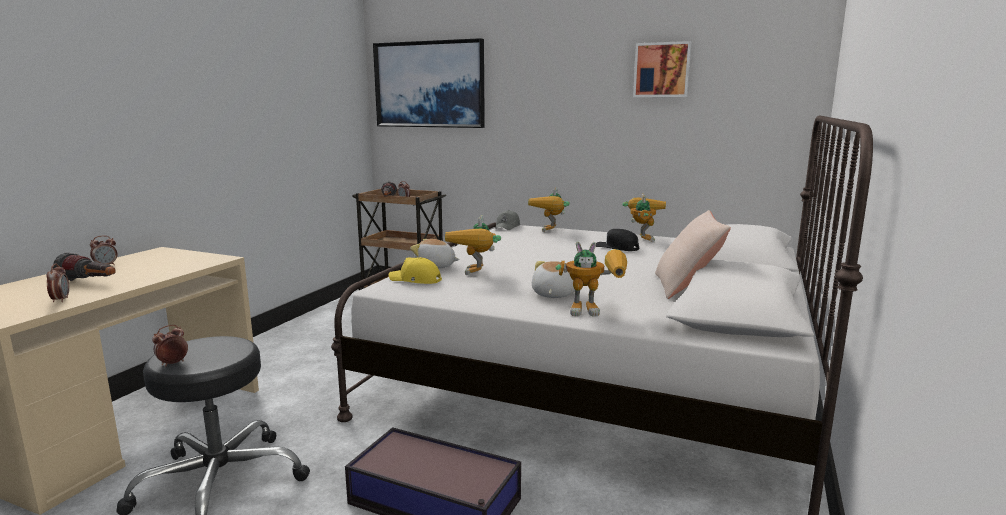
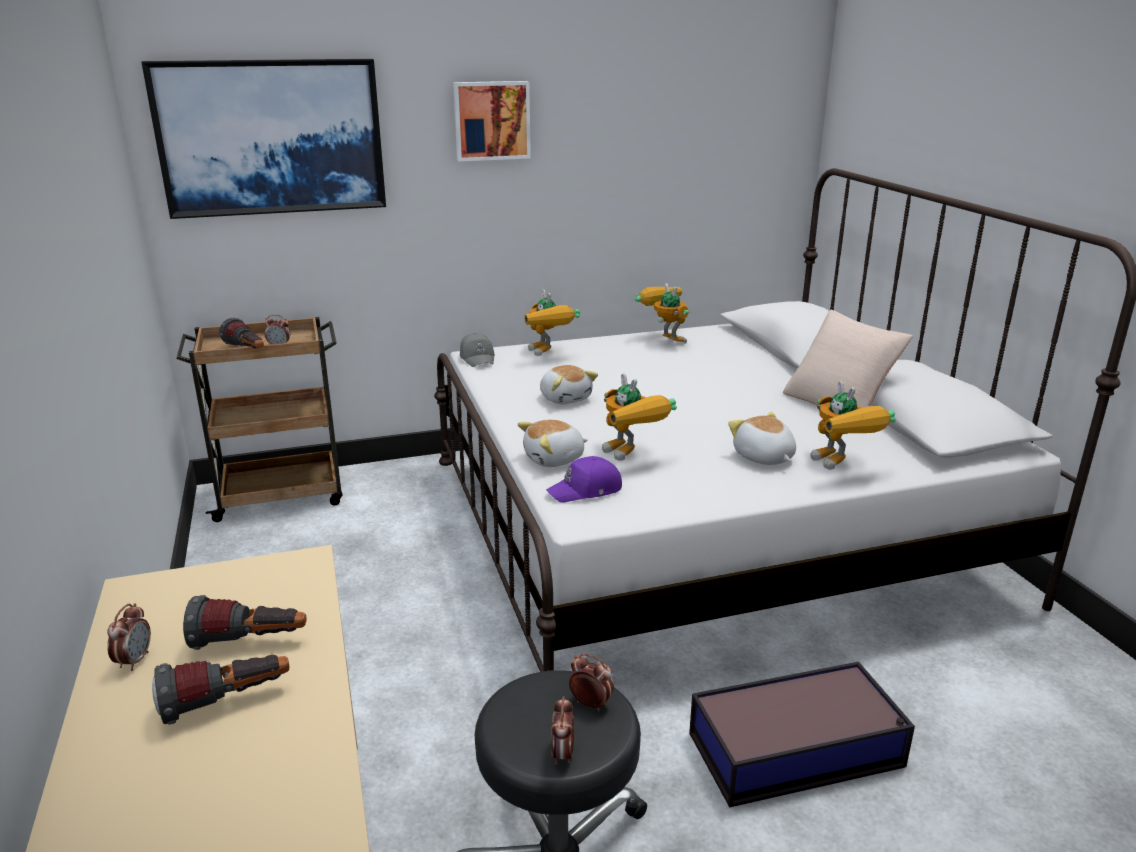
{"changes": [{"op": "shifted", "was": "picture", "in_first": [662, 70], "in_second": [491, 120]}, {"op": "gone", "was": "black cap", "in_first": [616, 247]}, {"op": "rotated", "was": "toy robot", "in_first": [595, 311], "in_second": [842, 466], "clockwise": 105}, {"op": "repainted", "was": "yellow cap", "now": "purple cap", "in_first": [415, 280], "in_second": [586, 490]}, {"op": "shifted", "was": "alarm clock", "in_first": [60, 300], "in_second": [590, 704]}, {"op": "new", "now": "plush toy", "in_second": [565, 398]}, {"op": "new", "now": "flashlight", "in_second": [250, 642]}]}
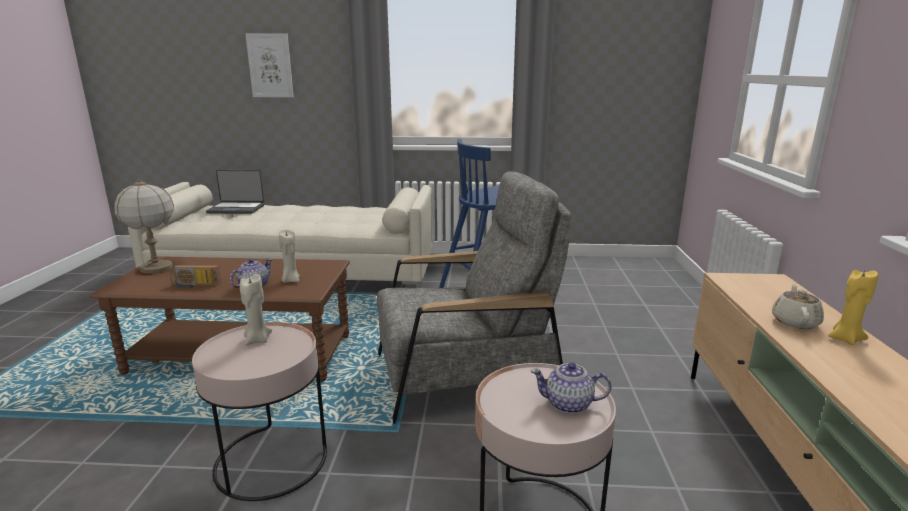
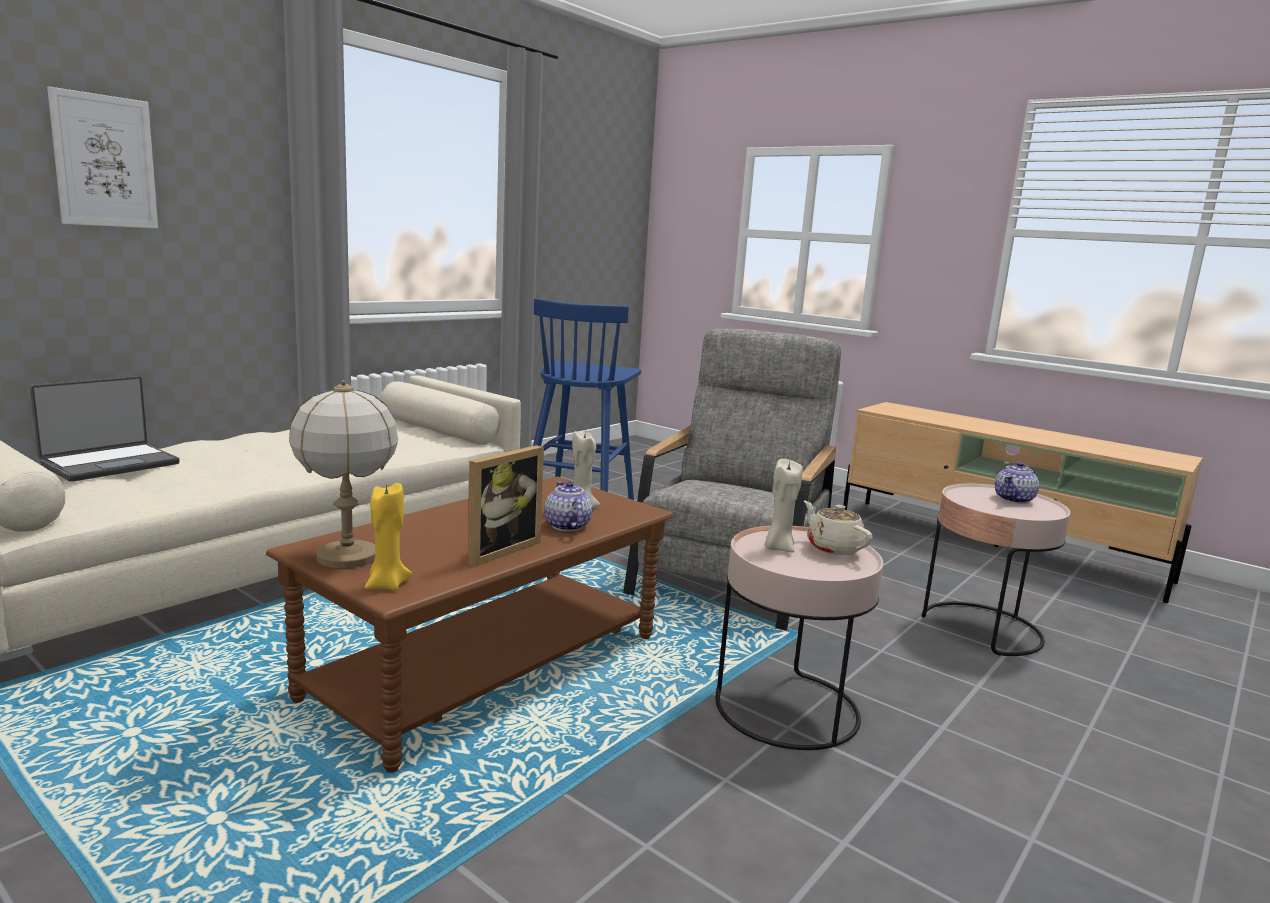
{"changes": [{"op": "swapped", "was": "radio", "now": "picture frame", "in_first": [195, 285], "in_second": [497, 550]}, {"op": "shifted", "was": "yellow candle", "in_first": [845, 339], "in_second": [387, 585]}, {"op": "shifted", "was": "beige teapot", "in_first": [795, 322], "in_second": [833, 548]}]}
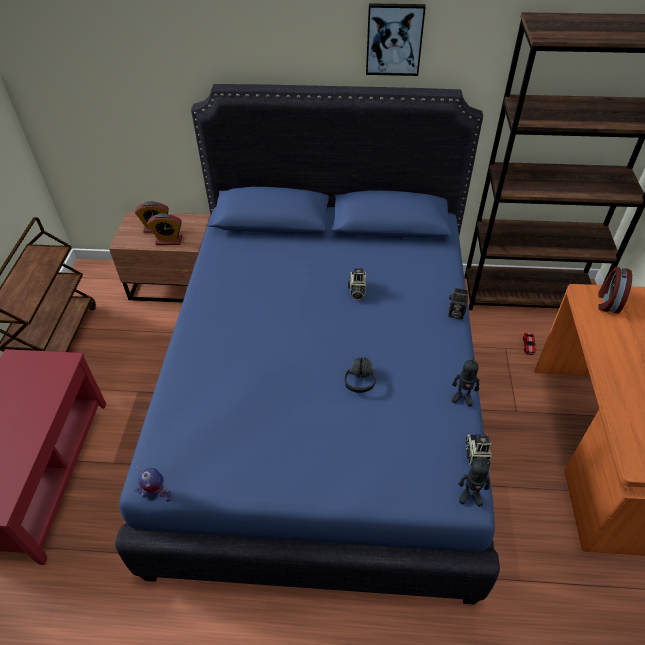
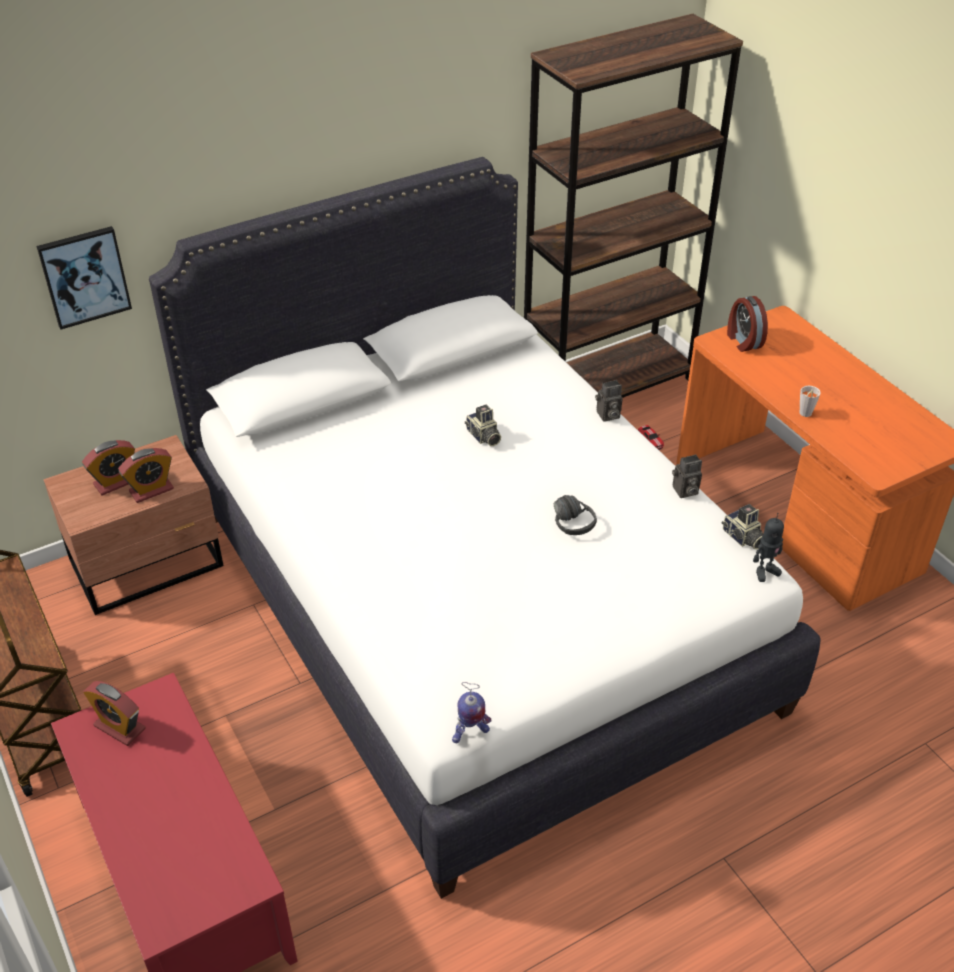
{"changes": [{"op": "shifted", "was": "picture", "in_first": [394, 39], "in_second": [84, 276]}, {"op": "repainted", "was": "blue bed", "now": "white bed", "in_first": [323, 399], "in_second": [474, 605]}, {"op": "swapped", "was": "toy robot", "now": "photo camera", "in_first": [462, 397], "in_second": [684, 491]}, {"op": "new", "now": "grey cup", "in_second": [804, 414]}, {"op": "new", "now": "alarm clock", "in_second": [119, 727]}]}
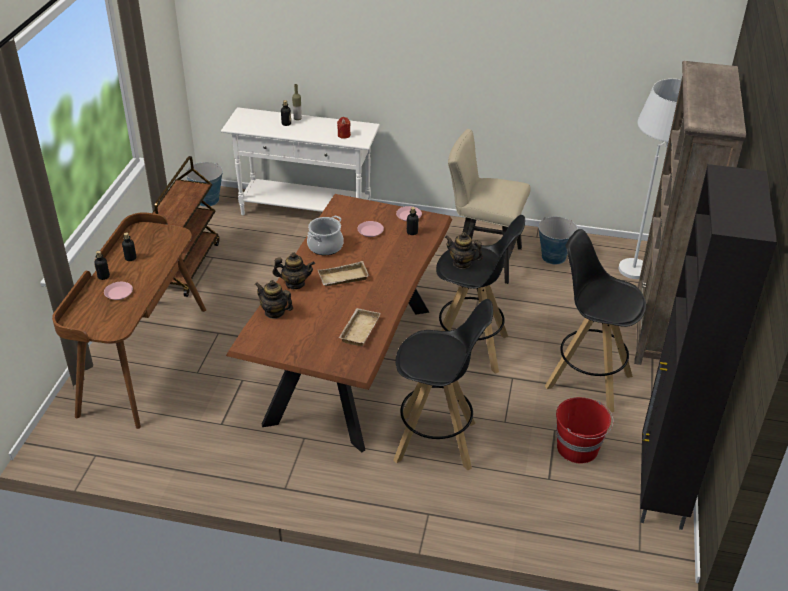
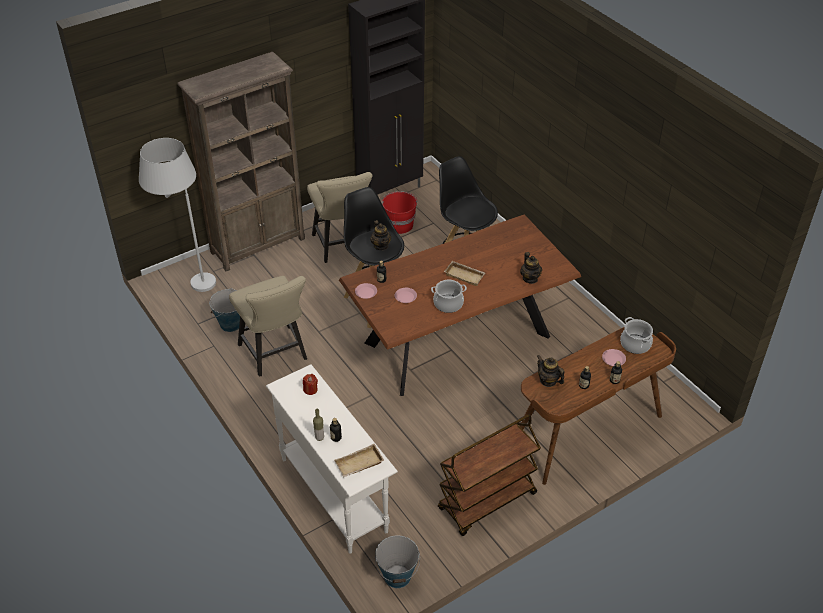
{"changes": [{"op": "swapped", "was": "black stool", "now": "beige chair", "in_first": [587, 380], "in_second": [343, 247]}, {"op": "shifted", "was": "teapot", "in_first": [295, 284], "in_second": [548, 381]}, {"op": "shifted", "was": "beige tray", "in_first": [358, 329], "in_second": [359, 465]}, {"op": "new", "now": "cooking pot", "in_second": [635, 344]}]}
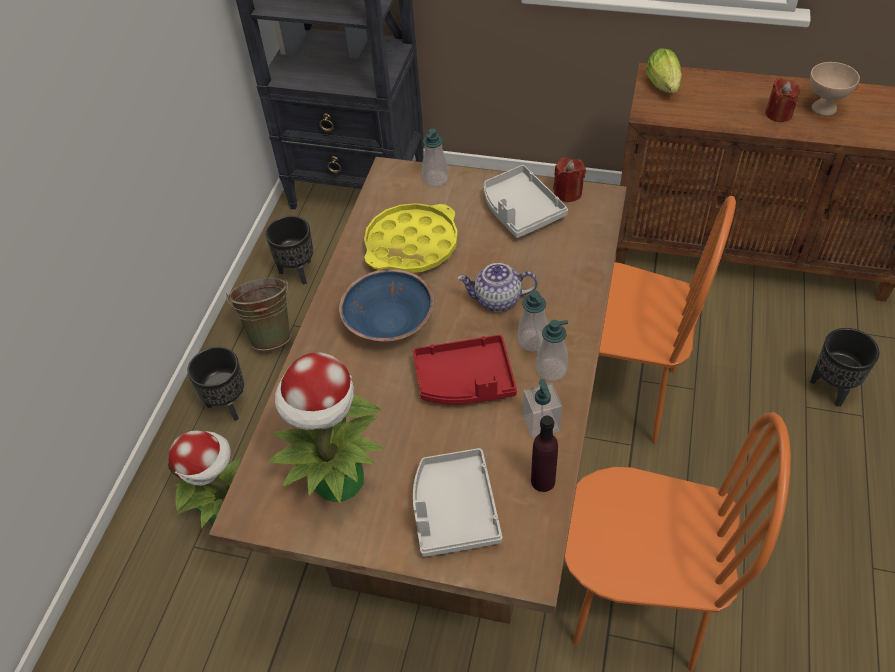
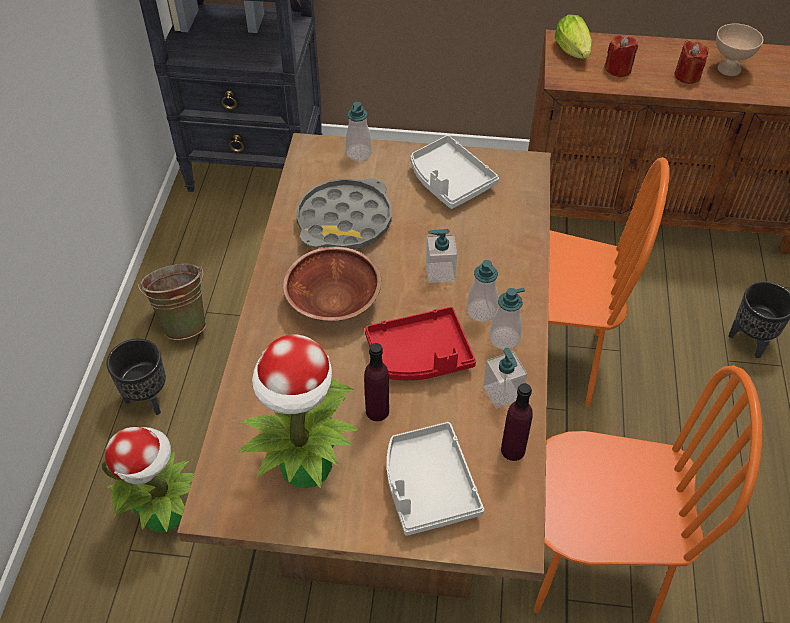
{"changes": [{"op": "shifted", "was": "red candle", "in_first": [568, 193], "in_second": [618, 69]}, {"op": "repainted", "was": "yellow tray", "now": "grey tray", "in_first": [412, 245], "in_second": [344, 221]}, {"op": "gone", "was": "black planter", "in_first": [298, 272]}, {"op": "swapped", "was": "teapot", "now": "soap dispenser", "in_first": [497, 300], "in_second": [440, 272]}, {"op": "repainted", "was": "blue bowl", "now": "brown bowl", "in_first": [390, 322], "in_second": [334, 301]}, {"op": "new", "now": "purple bottle", "in_second": [377, 411]}]}
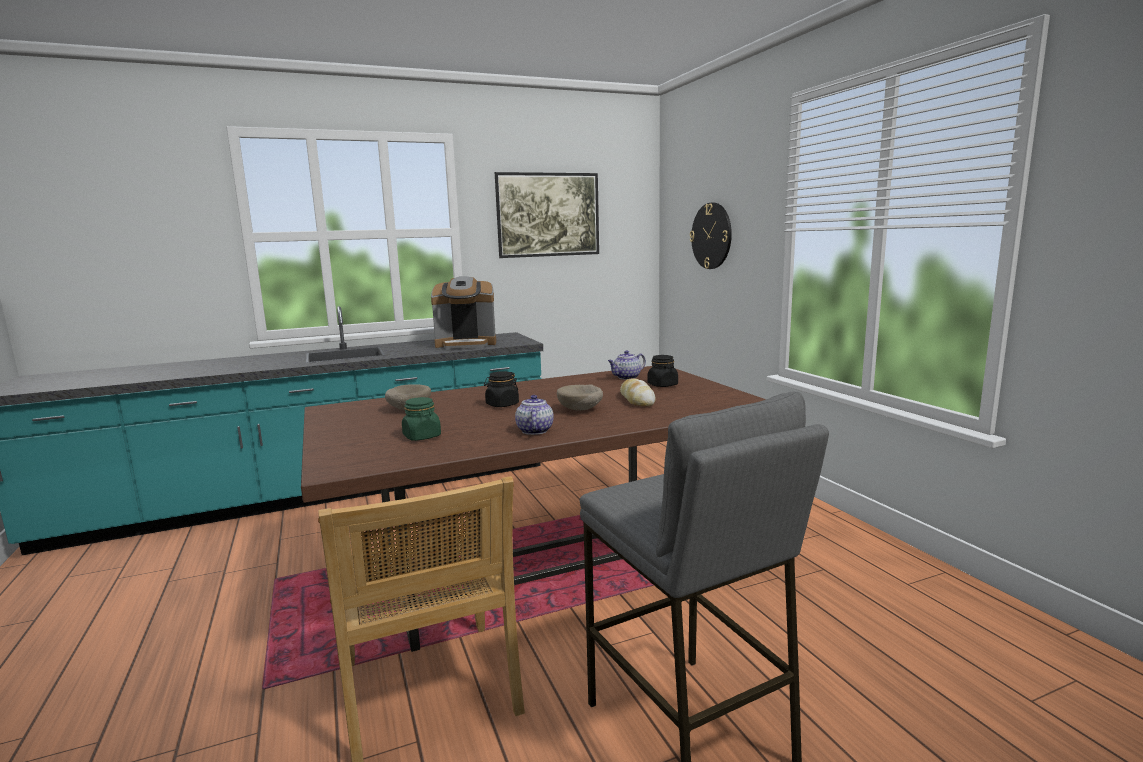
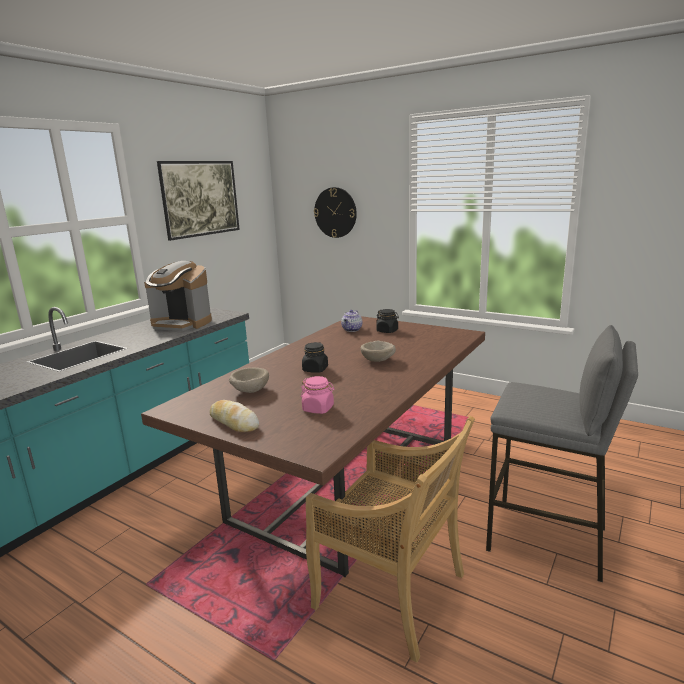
{"changes": [{"op": "rotated", "was": "coffee machine", "in_first": [466, 344], "in_second": [181, 324], "clockwise": 60}, {"op": "shifted", "was": "bread", "in_first": [636, 400], "in_second": [234, 422]}, {"op": "gone", "was": "teapot", "in_first": [534, 430]}, {"op": "repainted", "was": "green jar", "now": "pink jar", "in_first": [422, 436], "in_second": [318, 409]}]}
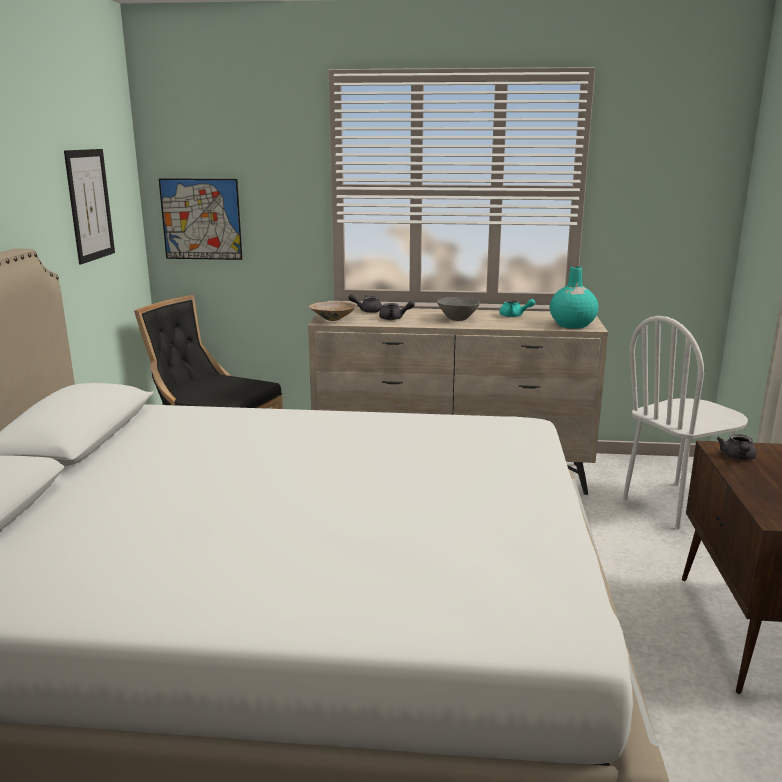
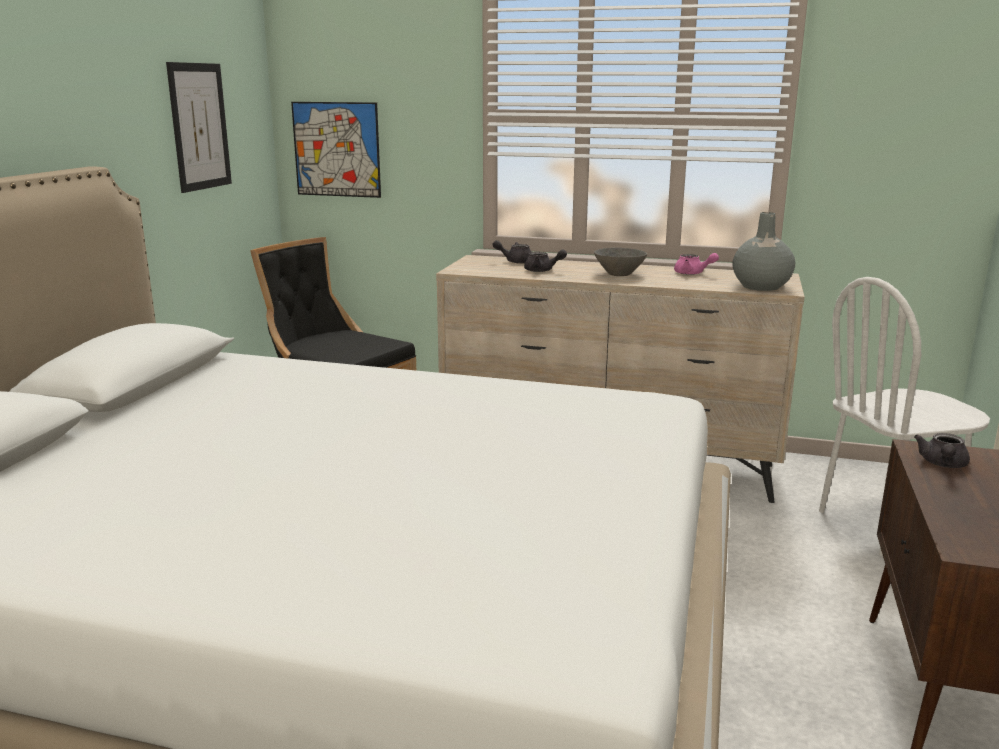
{"changes": [{"op": "repainted", "was": "turquoise vase", "now": "grey vase", "in_first": [572, 325], "in_second": [760, 287]}, {"op": "repainted", "was": "turquoise teapot", "now": "pink teapot", "in_first": [514, 316], "in_second": [692, 273]}, {"op": "gone", "was": "beige bowl", "in_first": [333, 319]}]}
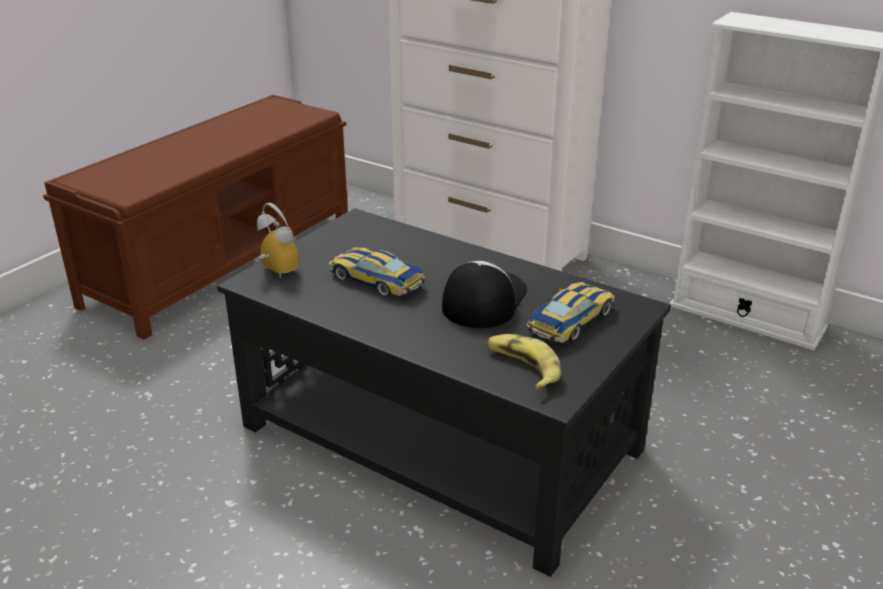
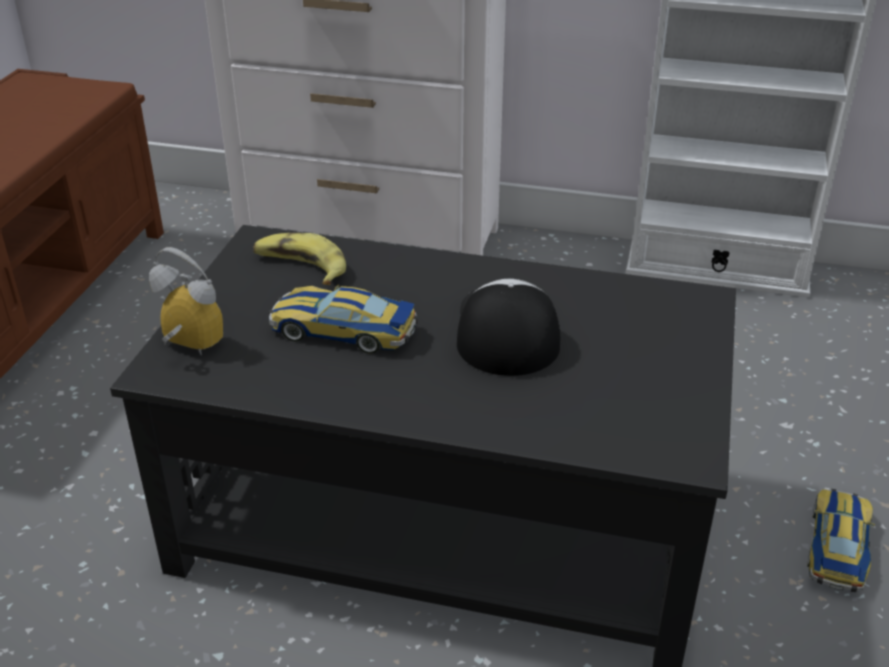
{"changes": [{"op": "shifted", "was": "toy car", "in_first": [570, 321], "in_second": [837, 547]}, {"op": "shifted", "was": "banana", "in_first": [522, 367], "in_second": [301, 267]}]}
